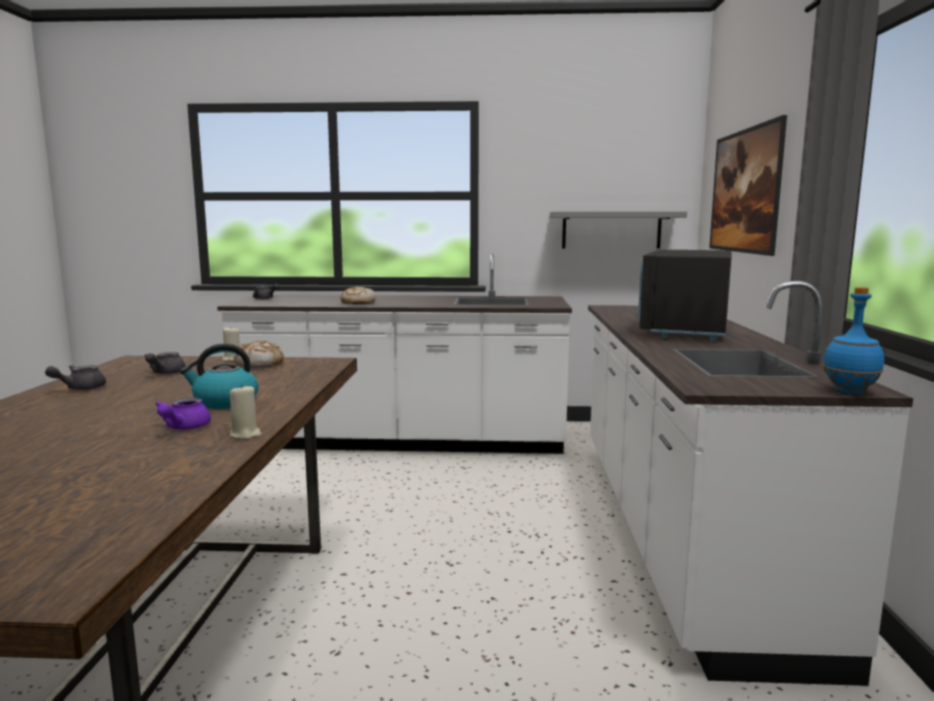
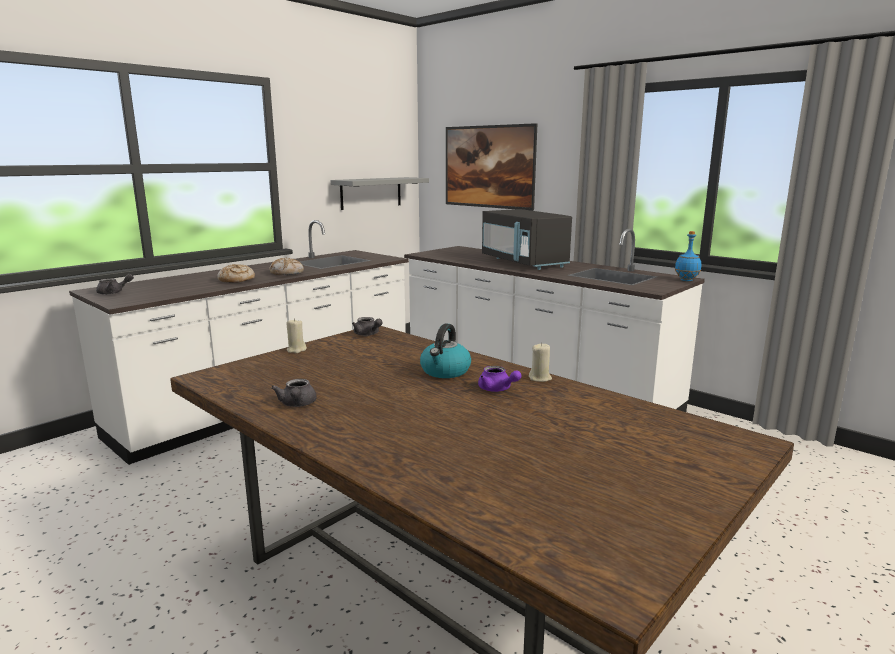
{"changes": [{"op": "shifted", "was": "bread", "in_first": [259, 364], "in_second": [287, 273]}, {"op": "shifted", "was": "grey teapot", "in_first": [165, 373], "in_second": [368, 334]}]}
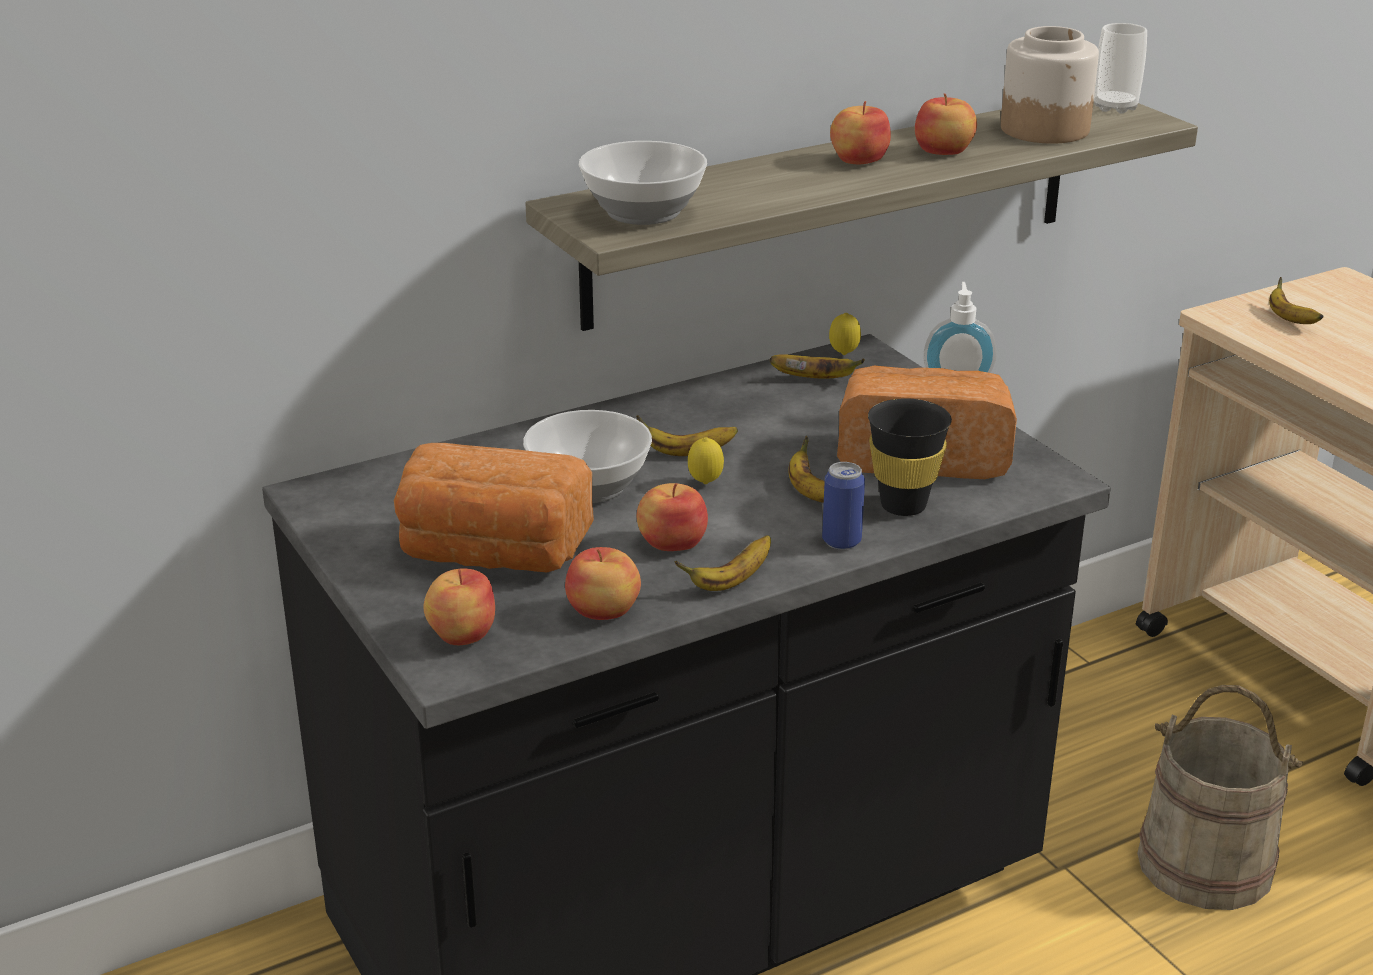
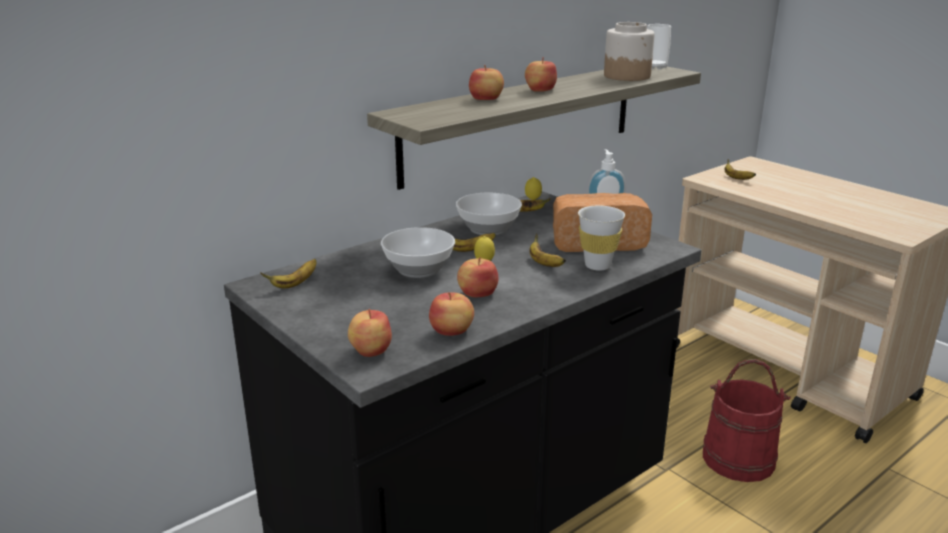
{"changes": [{"op": "shifted", "was": "apple", "in_first": [944, 152], "in_second": [486, 99]}, {"op": "shifted", "was": "bowl", "in_first": [645, 213], "in_second": [489, 229]}, {"op": "repainted", "was": "black cup", "now": "white cup", "in_first": [903, 505], "in_second": [597, 265]}, {"op": "gone", "was": "bread", "in_first": [491, 553]}, {"op": "gone", "was": "can", "in_first": [841, 541]}, {"op": "shifted", "was": "banana", "in_first": [730, 581], "in_second": [294, 284]}, {"op": "repainted", "was": "beige bucket", "now": "red bucket", "in_first": [1205, 863], "in_second": [738, 458]}]}
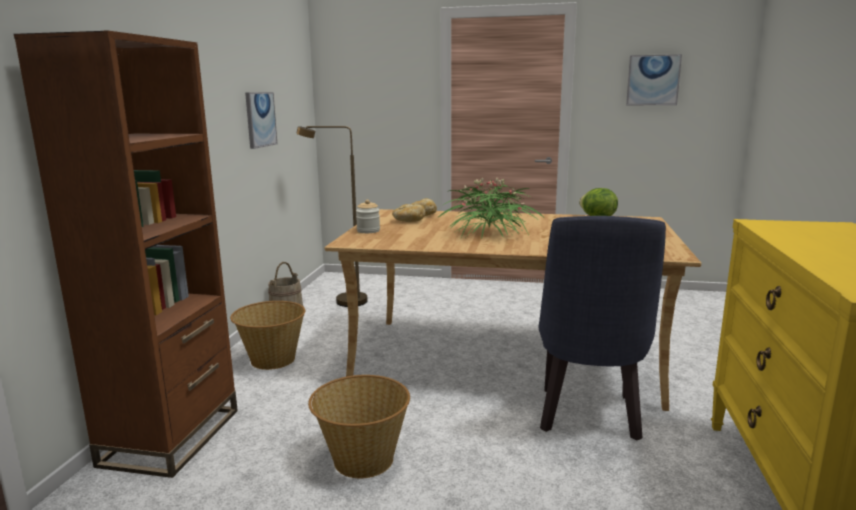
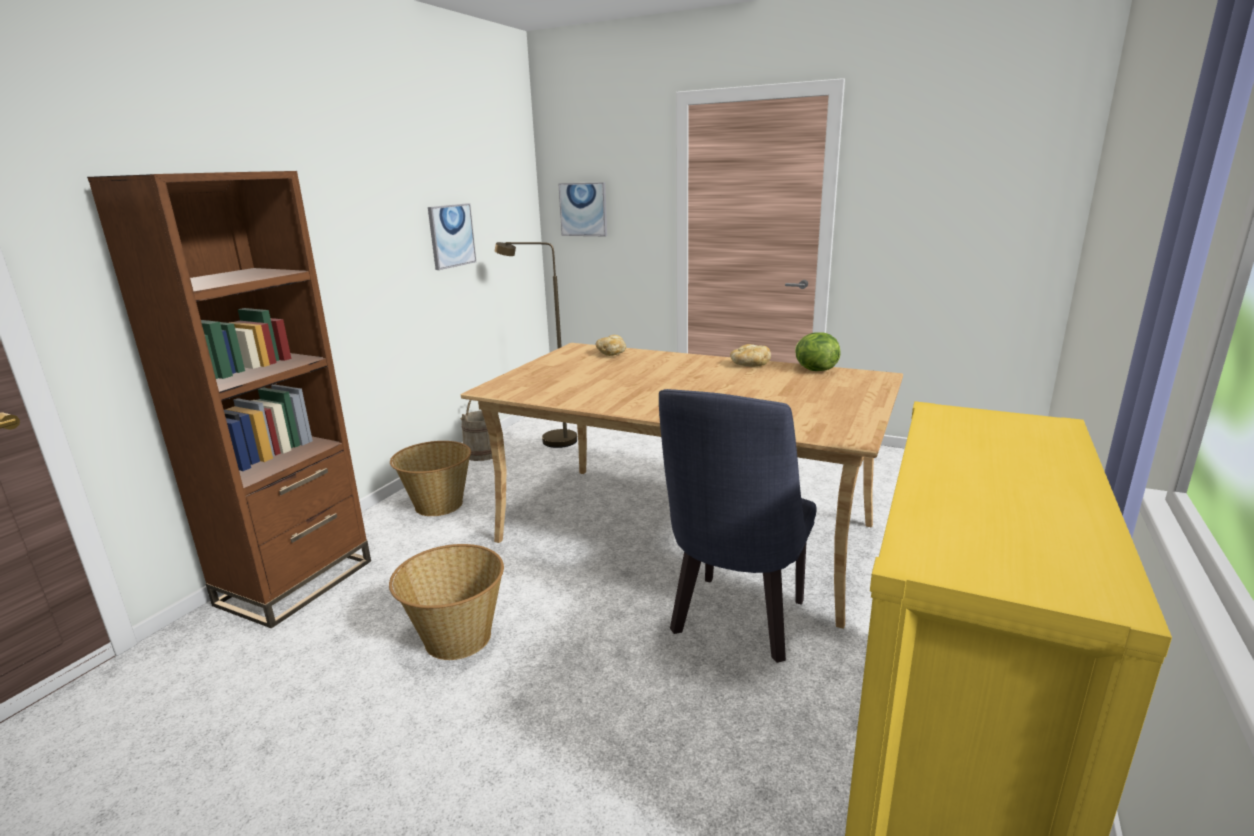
{"changes": [{"op": "shifted", "was": "picture", "in_first": [653, 80], "in_second": [583, 209]}, {"op": "gone", "was": "potted plant", "in_first": [490, 233]}, {"op": "gone", "was": "jar", "in_first": [368, 231]}, {"op": "shifted", "was": "bread", "in_first": [408, 221], "in_second": [749, 365]}]}
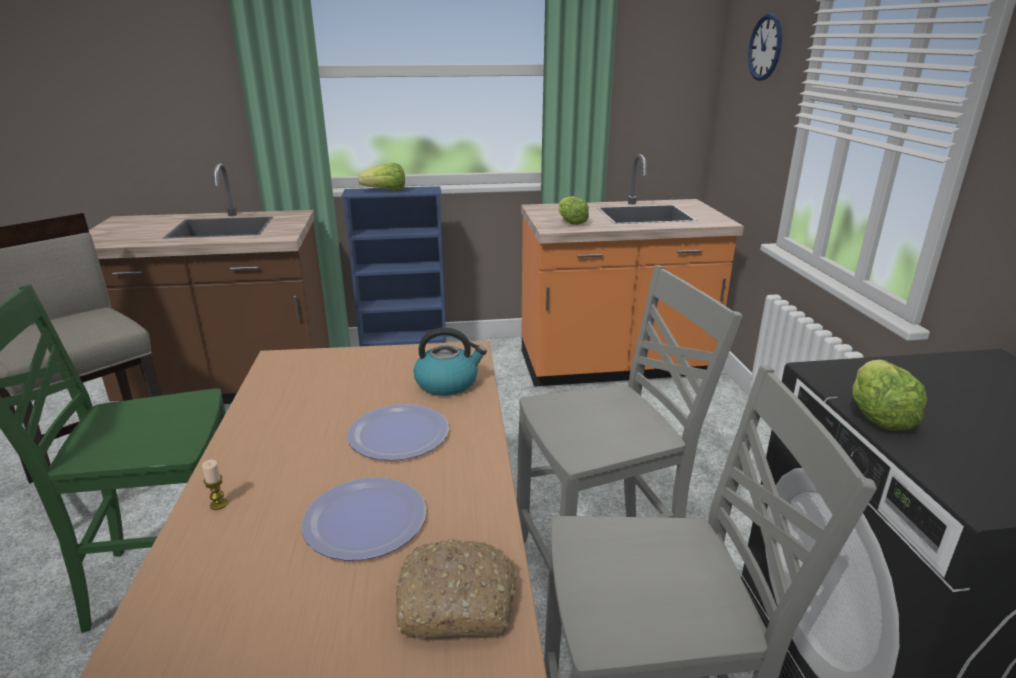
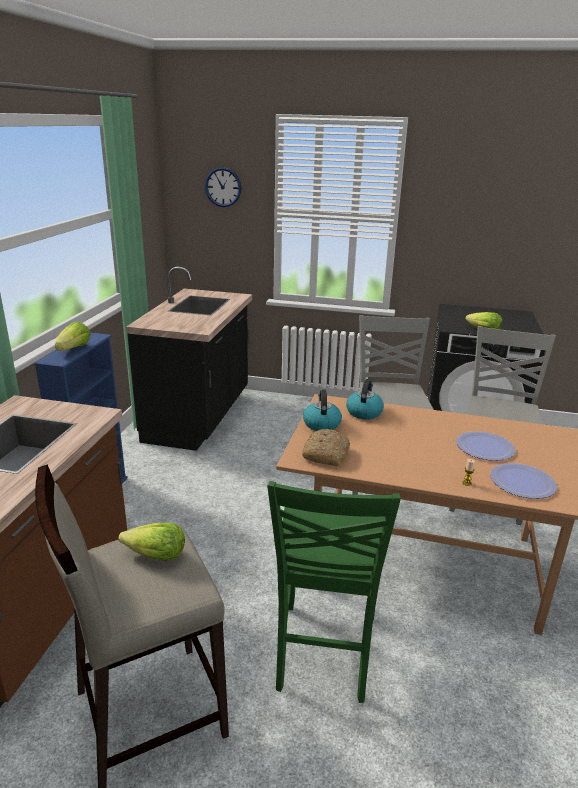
{"changes": [{"op": "repainted", "was": "orange counter", "now": "black counter", "in_first": [613, 367], "in_second": [199, 417]}, {"op": "shifted", "was": "lettuce", "in_first": [570, 222], "in_second": [155, 555]}, {"op": "shifted", "was": "plate", "in_first": [398, 434], "in_second": [522, 482]}, {"op": "shifted", "was": "bread", "in_first": [458, 601], "in_second": [325, 454]}, {"op": "new", "now": "kettle", "in_second": [321, 424]}]}
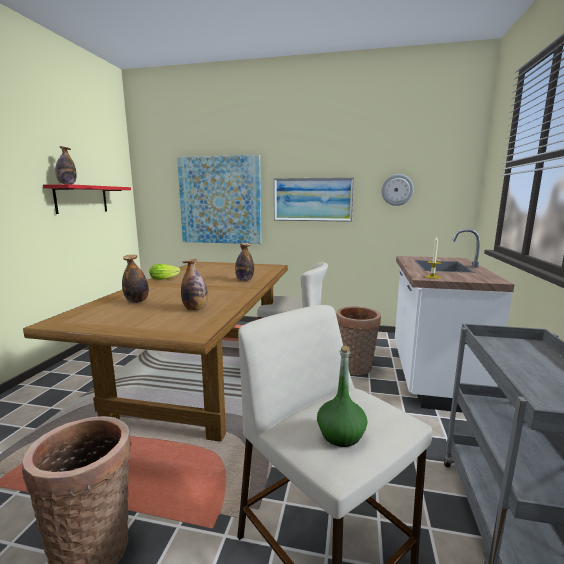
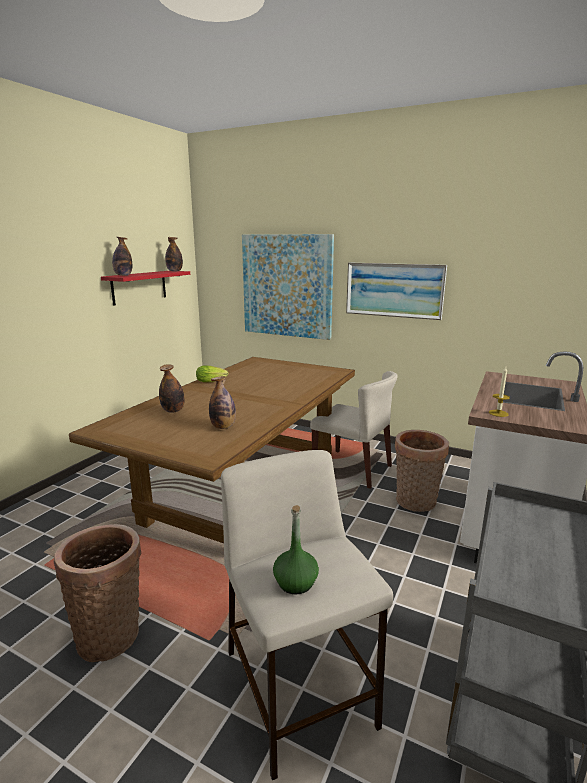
{"changes": [{"op": "gone", "was": "wall clock", "in_first": [397, 190]}, {"op": "shifted", "was": "bottle", "in_first": [244, 280], "in_second": [174, 271]}]}
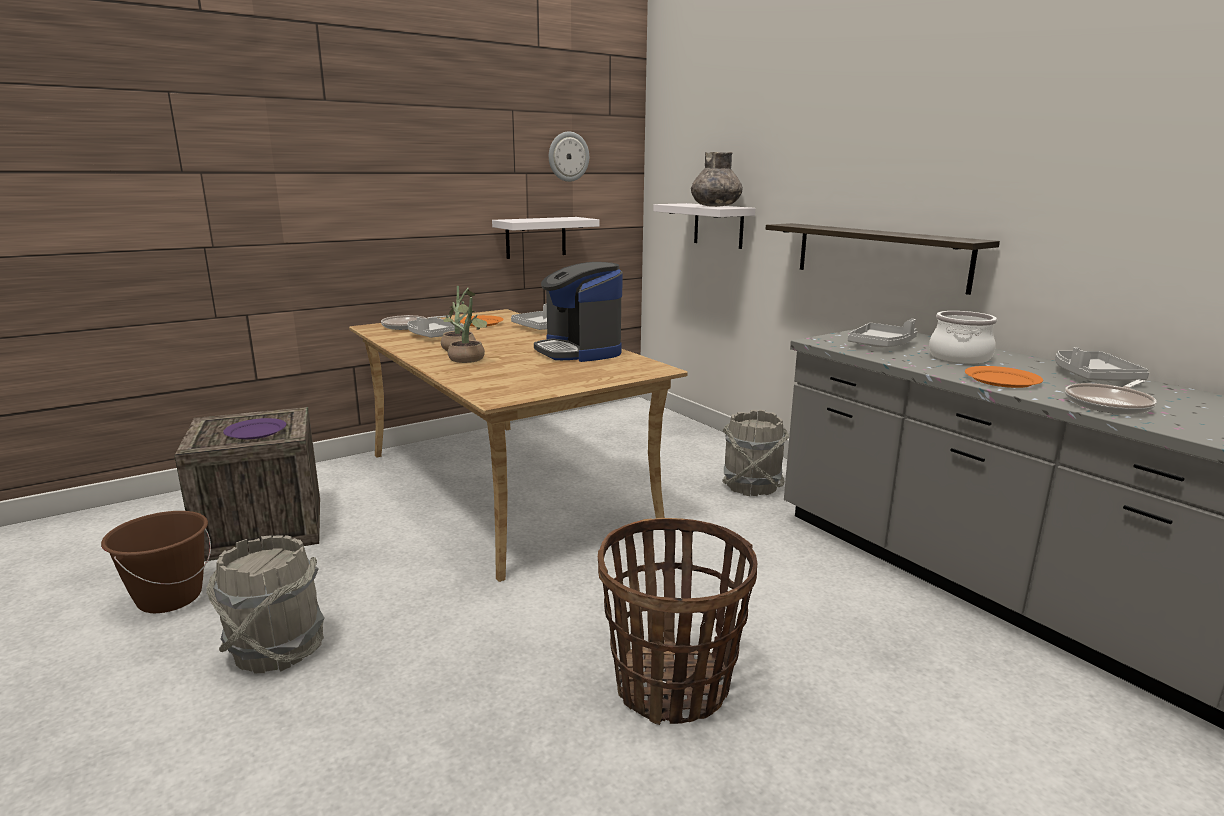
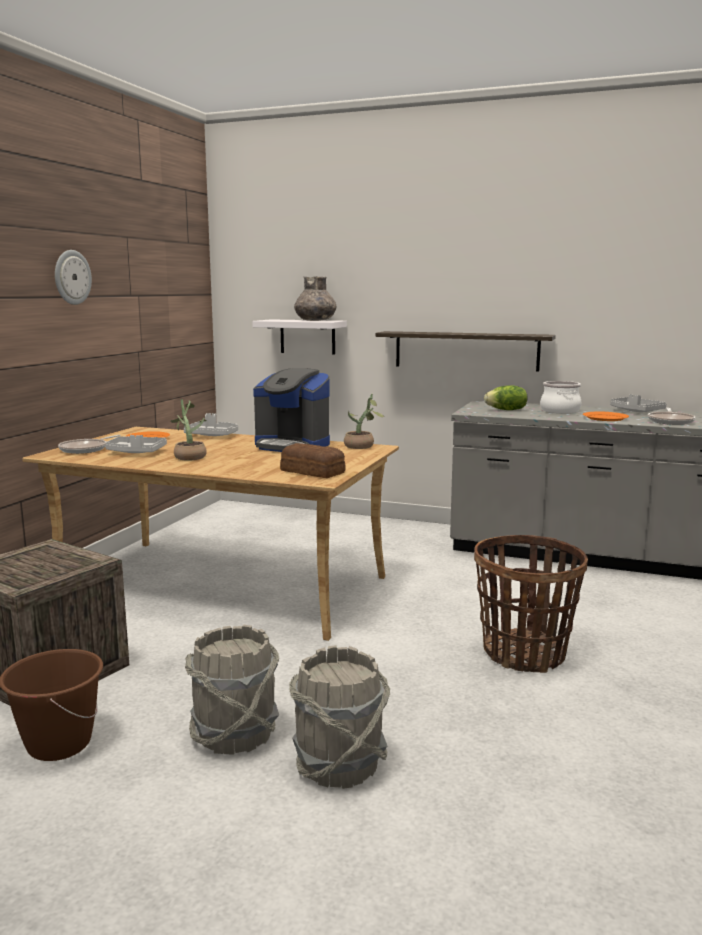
{"changes": [{"op": "shifted", "was": "wall clock", "in_first": [568, 156], "in_second": [72, 277]}, {"op": "gone", "was": "white shelf", "in_first": [536, 237]}, {"op": "shifted", "was": "potted plant", "in_first": [468, 360], "in_second": [362, 446]}, {"op": "swapped", "was": "grey tray", "now": "lettuce", "in_first": [881, 345], "in_second": [506, 410]}, {"op": "shifted", "was": "grey bucket", "in_first": [751, 486], "in_second": [339, 765]}, {"op": "gone", "was": "purple plate", "in_first": [255, 431]}, {"op": "new", "now": "bread", "in_second": [312, 471]}]}
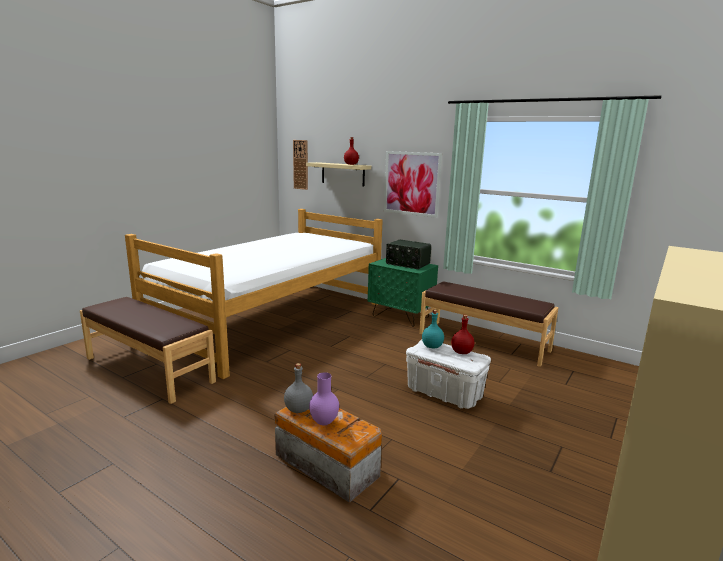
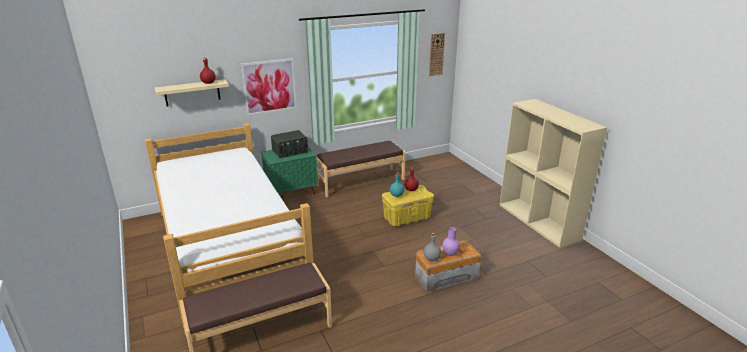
{"changes": [{"op": "shifted", "was": "wall clock", "in_first": [300, 164], "in_second": [436, 54]}, {"op": "repainted", "was": "white storage box", "now": "yellow storage box", "in_first": [443, 393], "in_second": [406, 218]}]}
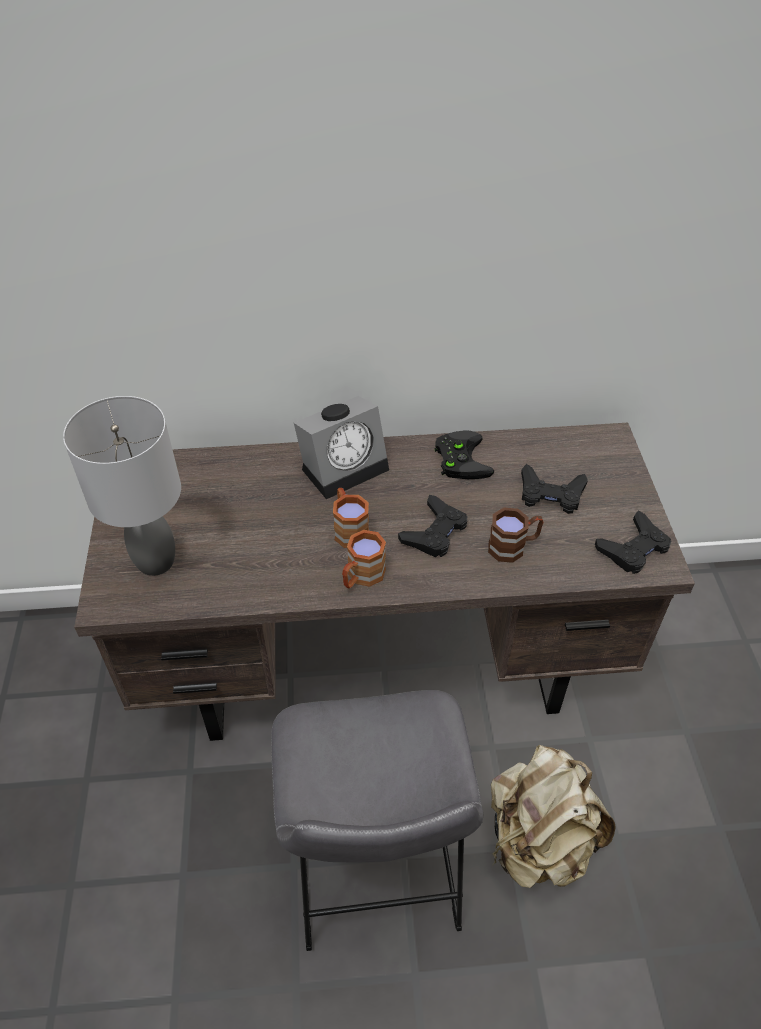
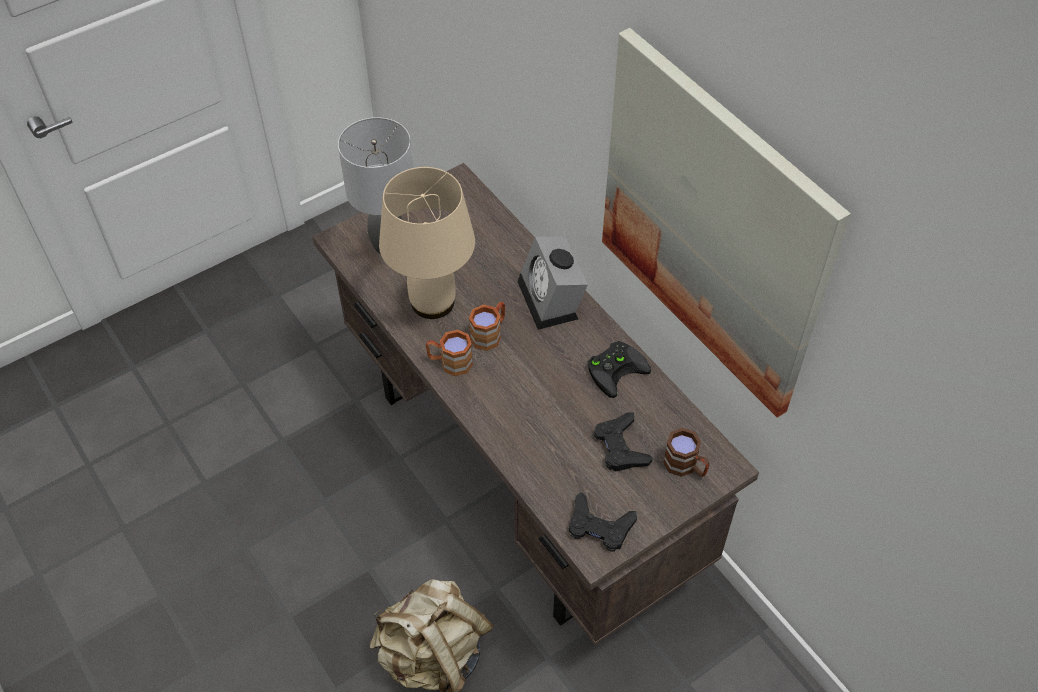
{"changes": [{"op": "rotated", "was": "alarm clock", "in_first": [345, 466], "in_second": [552, 301], "clockwise": 45}, {"op": "gone", "was": "black game controller", "in_first": [435, 532]}, {"op": "shifted", "was": "brown mug", "in_first": [513, 546], "in_second": [685, 466]}, {"op": "gone", "was": "grey stool", "in_first": [374, 866]}, {"op": "new", "now": "picture", "in_second": [713, 226]}, {"op": "new", "now": "beige table lamp", "in_second": [431, 302]}]}
